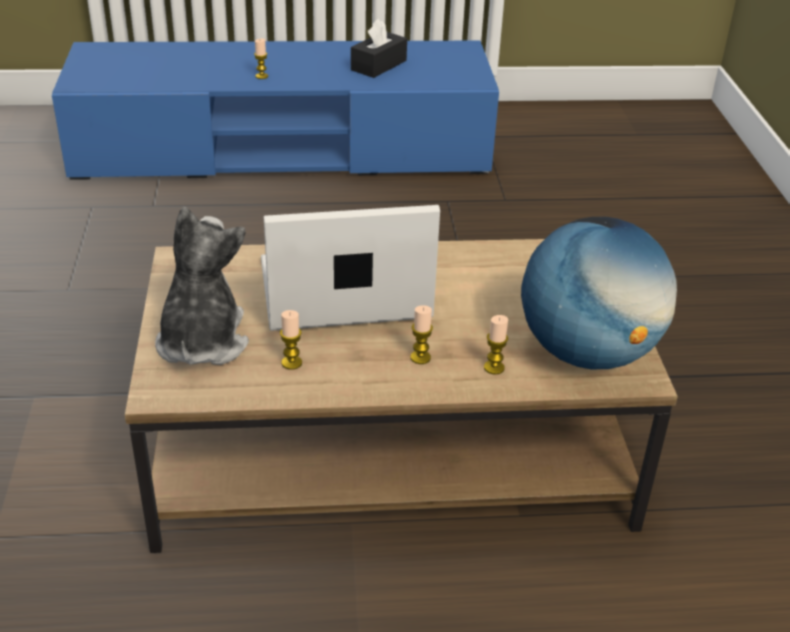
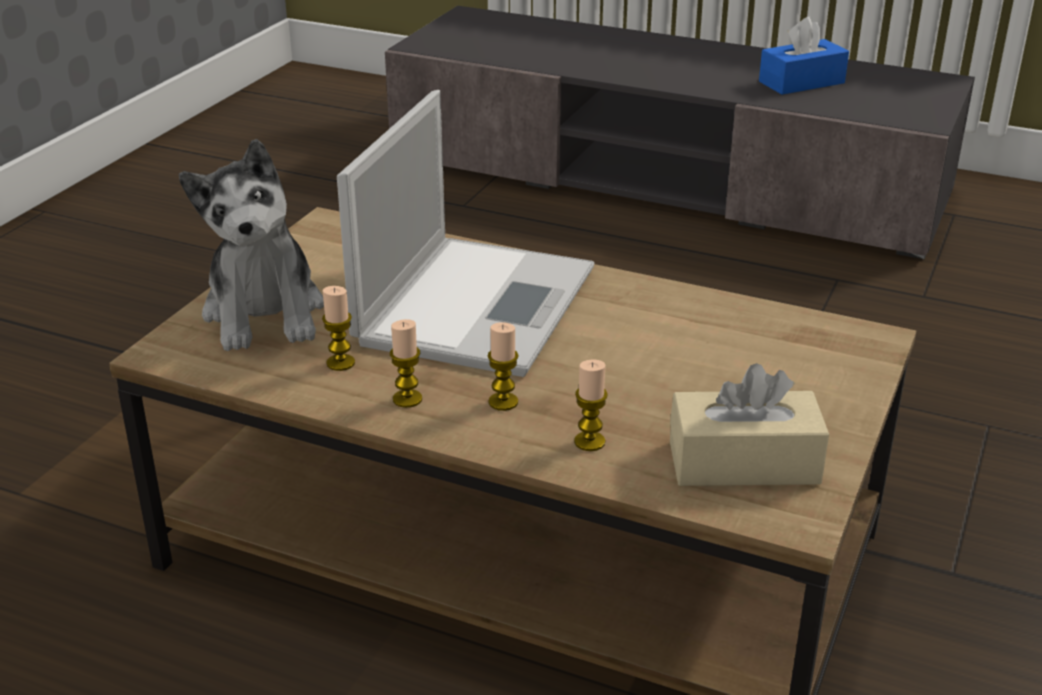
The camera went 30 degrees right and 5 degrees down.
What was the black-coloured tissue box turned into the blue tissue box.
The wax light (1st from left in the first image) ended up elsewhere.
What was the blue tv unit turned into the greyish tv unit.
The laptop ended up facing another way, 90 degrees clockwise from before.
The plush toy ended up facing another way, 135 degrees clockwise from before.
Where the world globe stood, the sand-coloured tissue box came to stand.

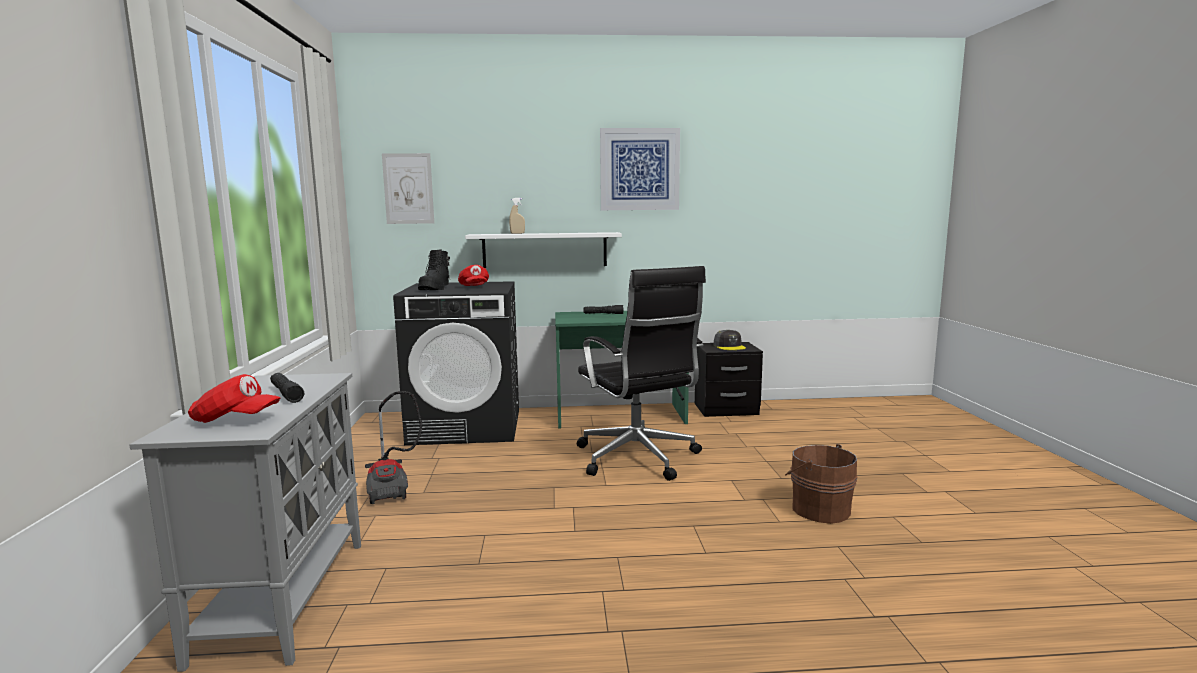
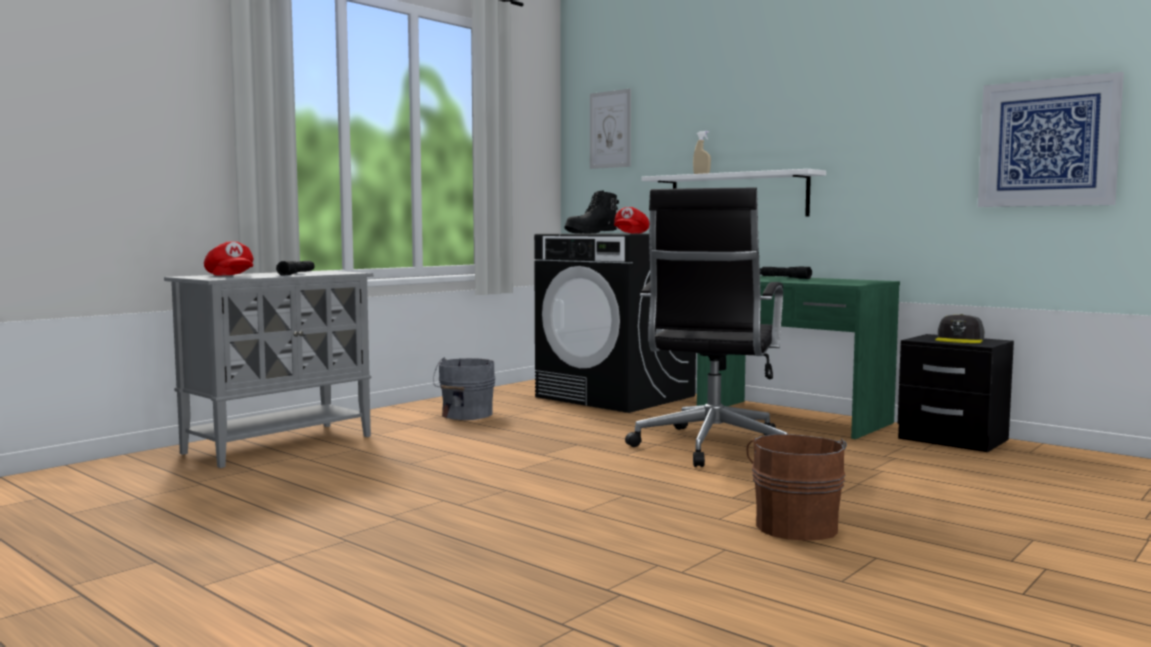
The camera went 45 degrees right and 5 degrees down.
The wall picture (2nd from left) ended up elsewhere.
Where the hoover stood, the greyish bucket came to stand.

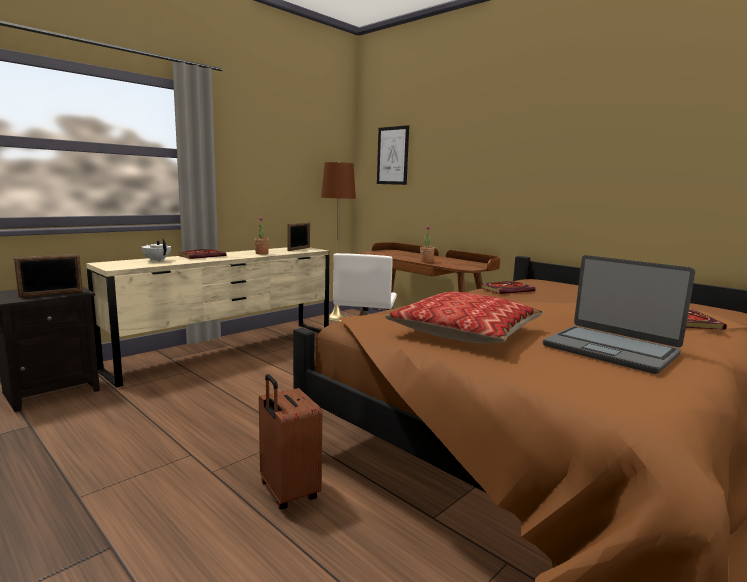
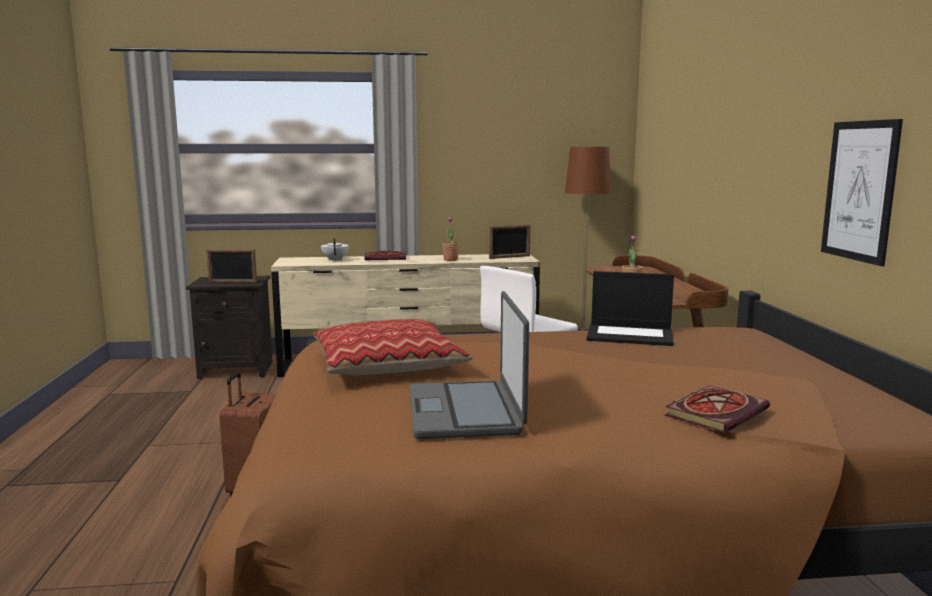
The camera went 40 degrees right and 0 degrees up.
The wall picture ended up elsewhere.
Where the book (2nd from left) stood, the laptop (2nd from left) came to stand.

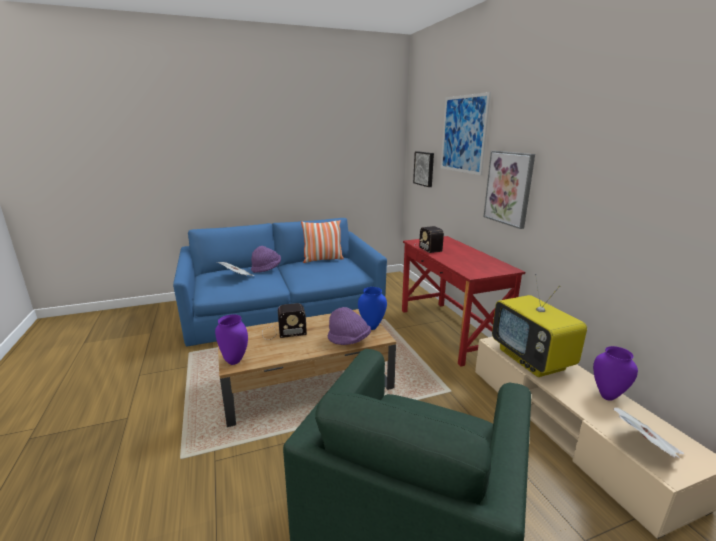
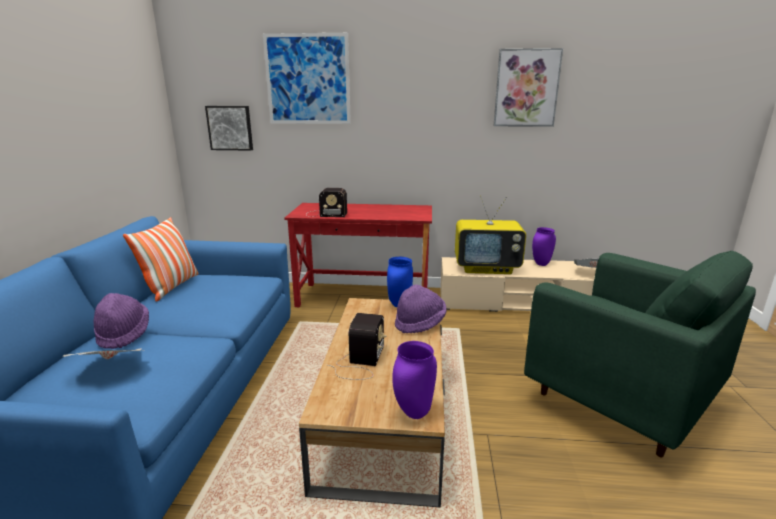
The camera went 65 degrees left and 0 degrees up.
The wall picture (3rd from left) ended up elsewhere.

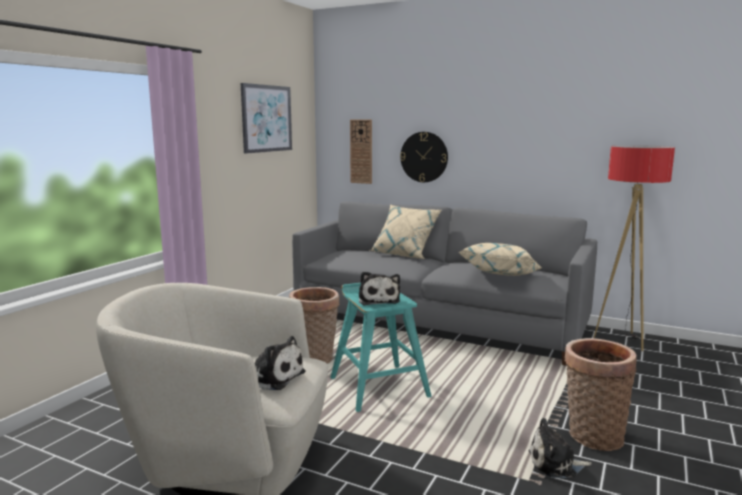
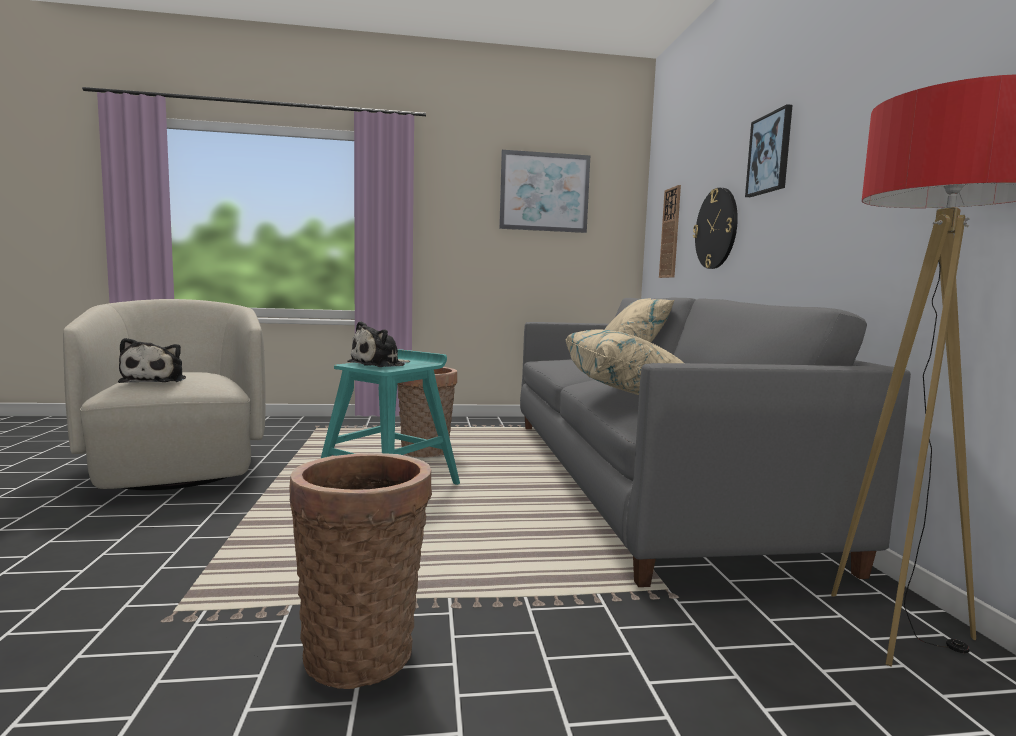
The camera went 55 degrees right and 5 degrees down.
The second view lost the plush toy (3rd from left).
The second view gained the wall picture (2nd from left).

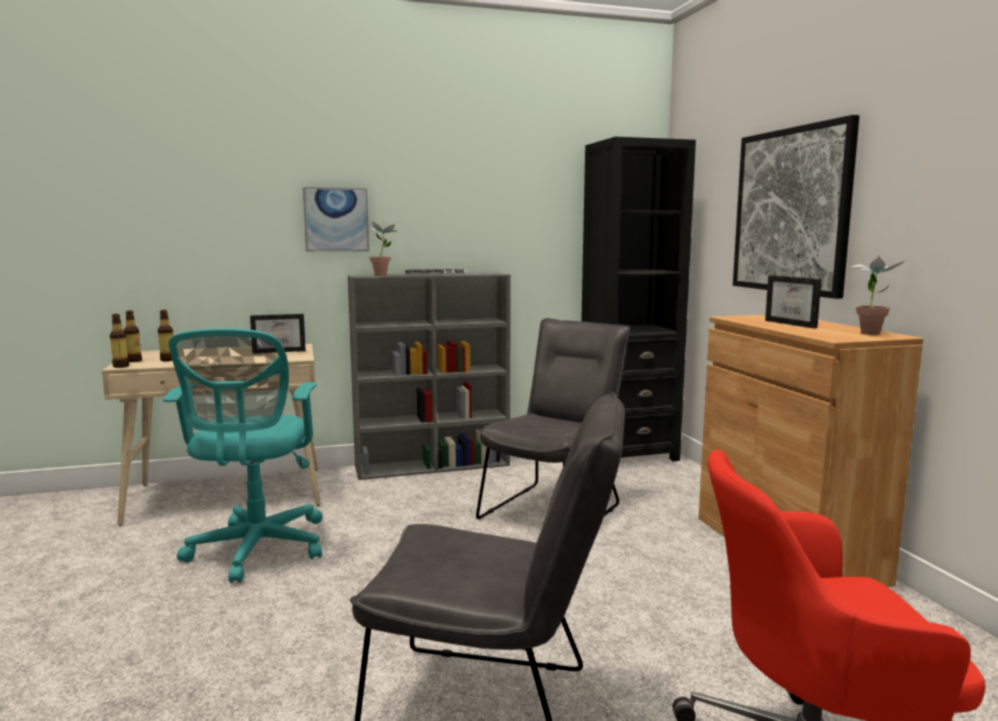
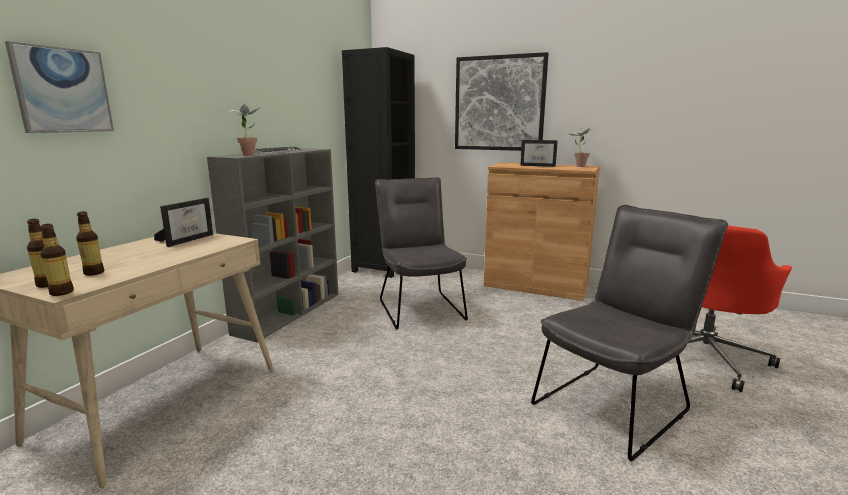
The camera went 50 degrees left and 5 degrees up.
The wall picture (1st from left) ended up elsewhere.
The second view lost the turquoise-coloured desk chair.

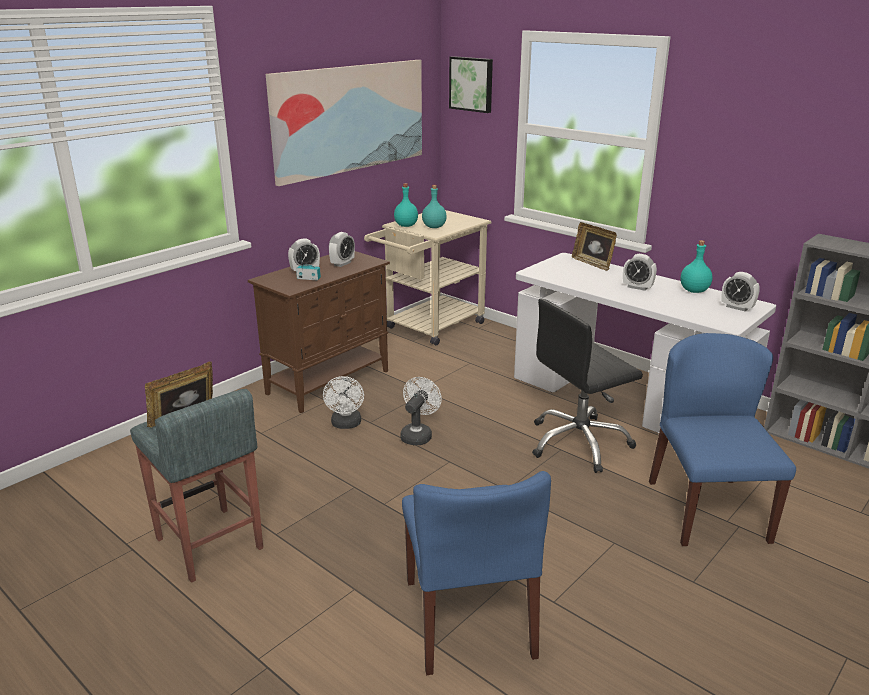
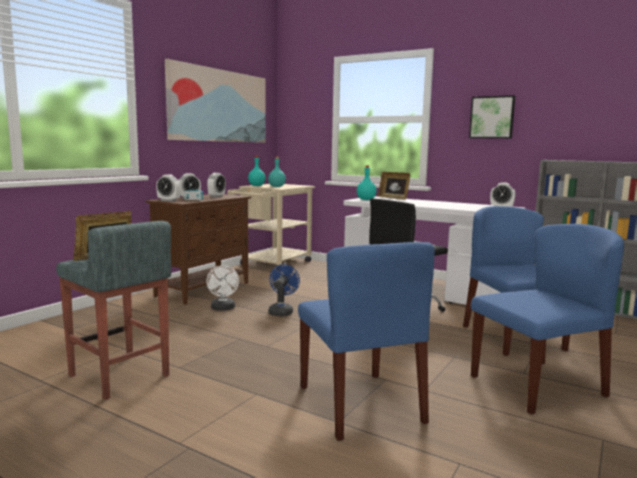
The camera went 10 degrees left and 15 degrees down.
The wall picture (2nd from left) ended up elsewhere.
The turquoise-coloured bottle (3rd from left) ended up elsewhere.
The alarm clock (3rd from left in the first image) ended up elsewhere.
What was the whitish fan (2nd from left) turned into the blue fan.
The second view gained the blue plain chair (3rd from left).

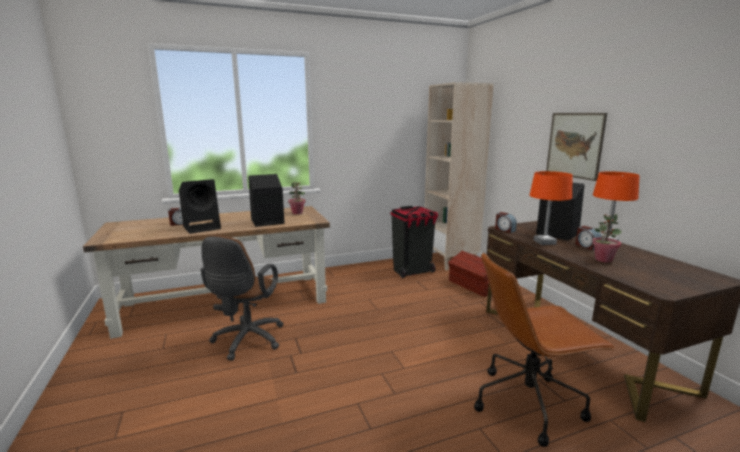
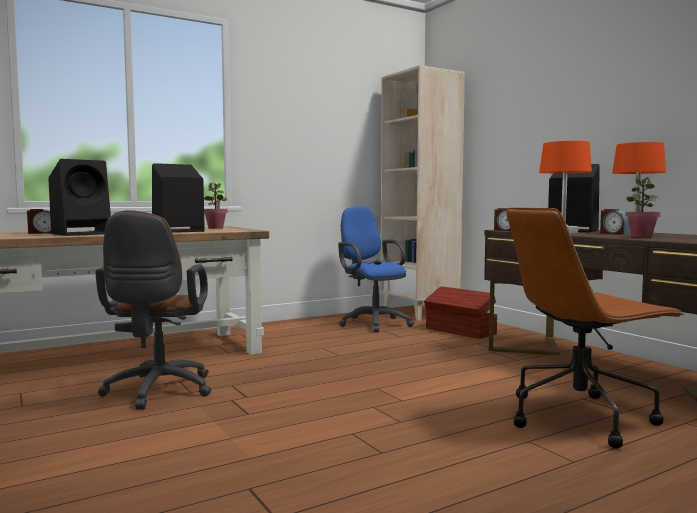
The camera went 10 degrees left and 10 degrees down.
The second view lost the wall picture.
Where the black-coloured rubbish bin stood, the blue desk chair came to stand.

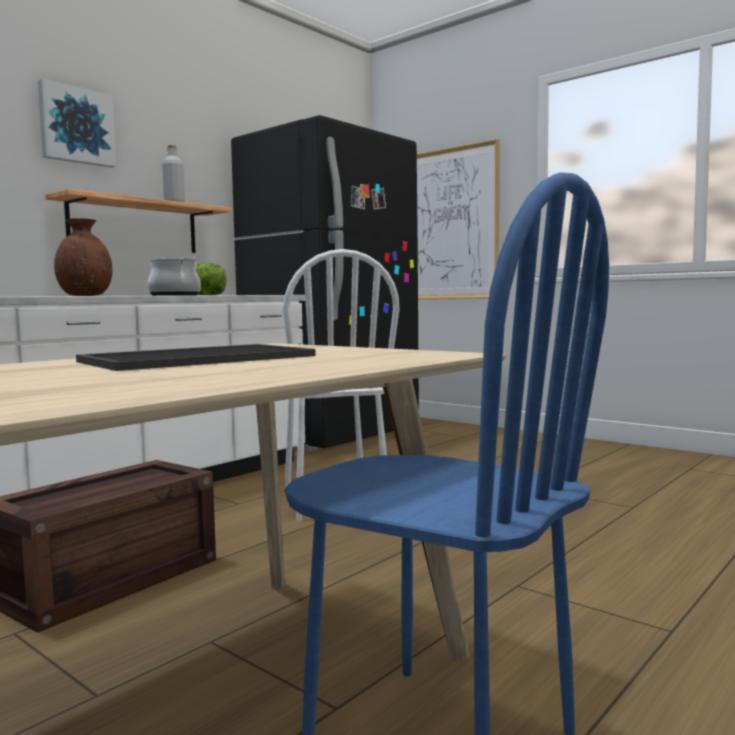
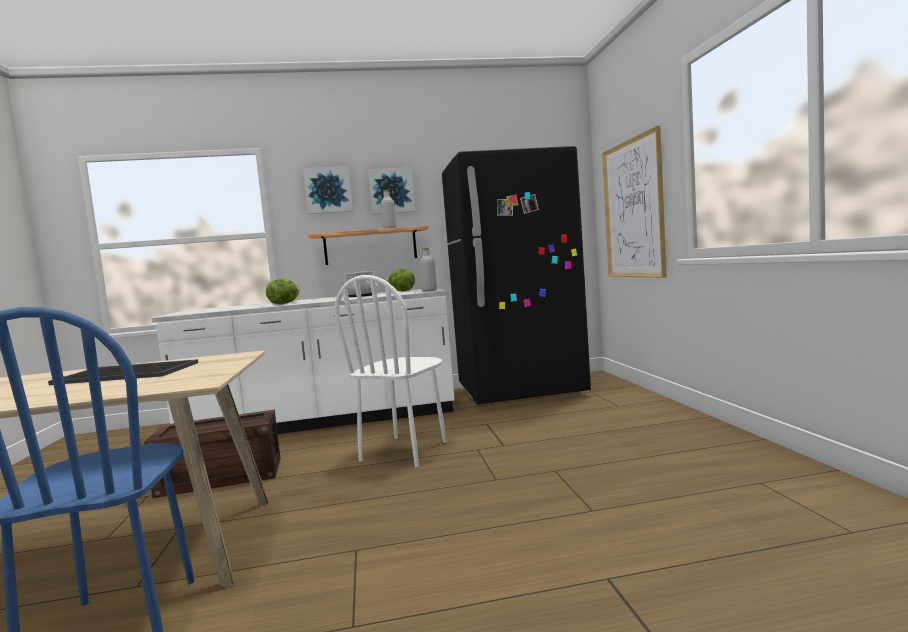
The camera went 40 degrees right and 0 degrees up.
Where the brown-coloured flower vase stood, the lettuce head (1st from left) came to stand.
The second view gained the wall picture (2nd from left).
The second view gained the greyish bottle (2nd from left).

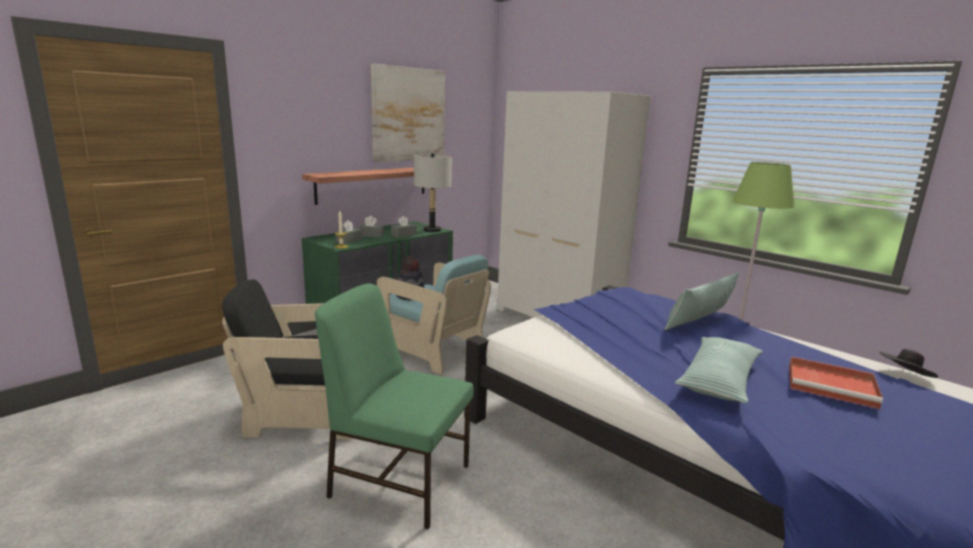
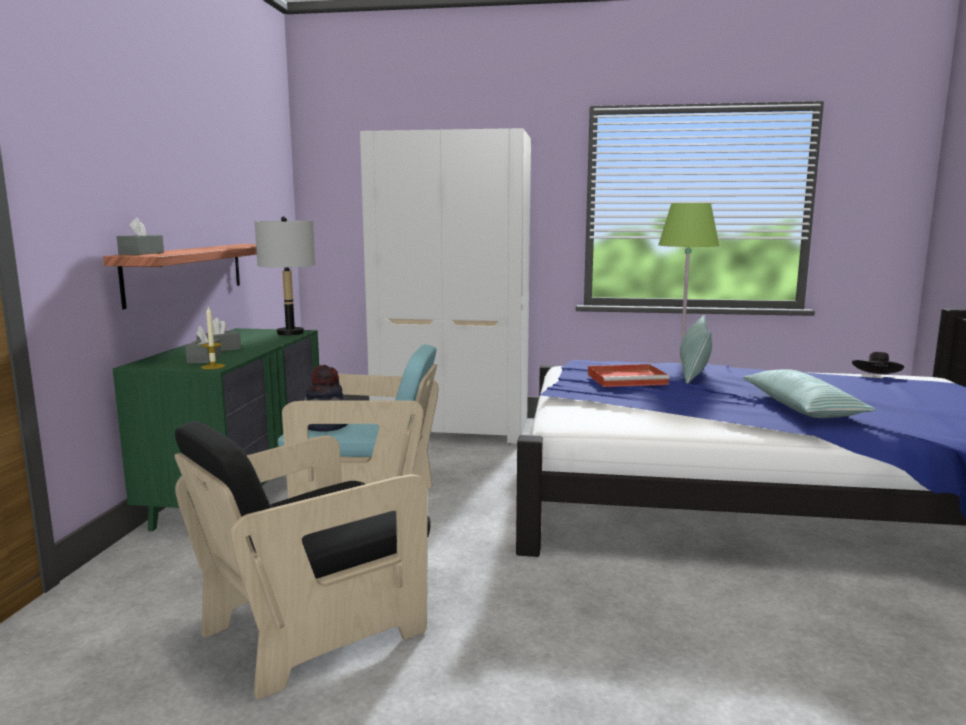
The camera went 35 degrees left and 5 degrees down.
The second view lost the wall picture.
The greyish tissue box (3rd from left in the first image) ended up elsewhere.
The second view lost the green plain chair.
The red tray ended up elsewhere.

